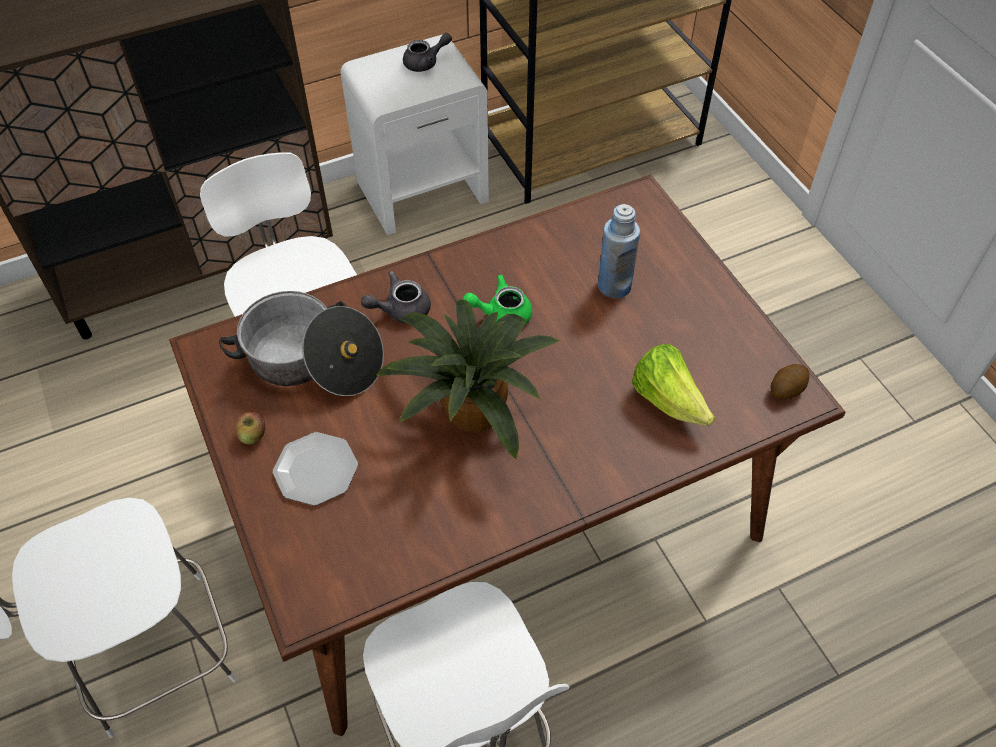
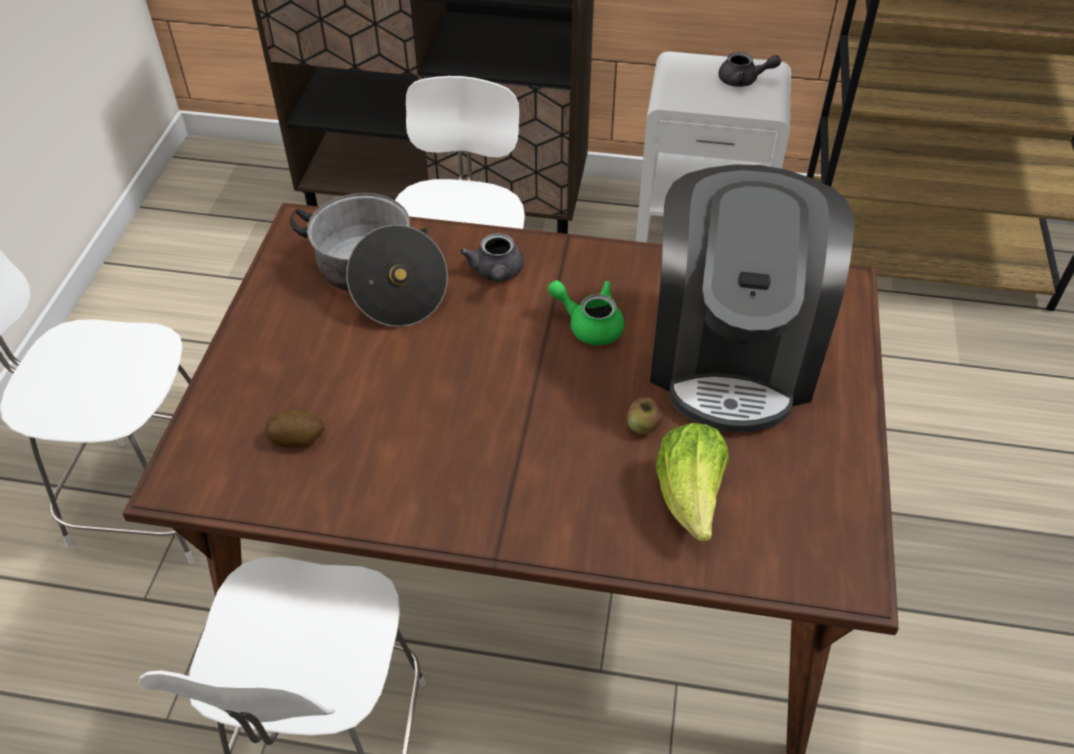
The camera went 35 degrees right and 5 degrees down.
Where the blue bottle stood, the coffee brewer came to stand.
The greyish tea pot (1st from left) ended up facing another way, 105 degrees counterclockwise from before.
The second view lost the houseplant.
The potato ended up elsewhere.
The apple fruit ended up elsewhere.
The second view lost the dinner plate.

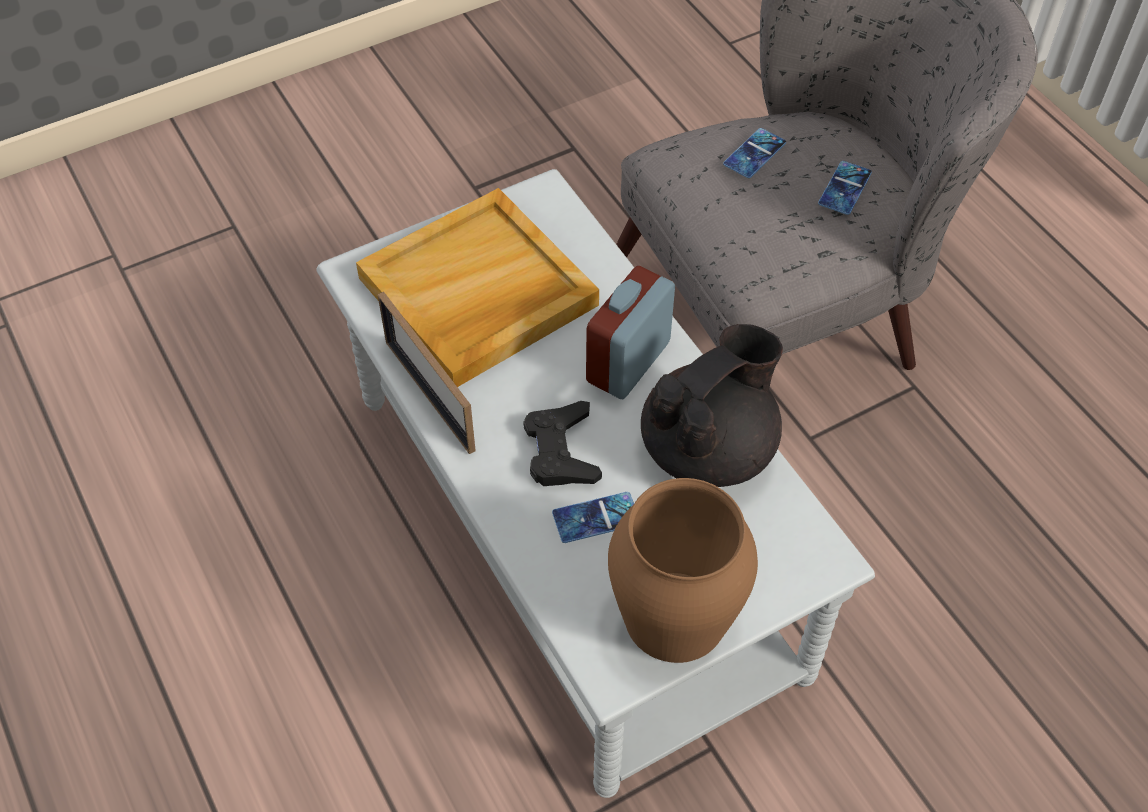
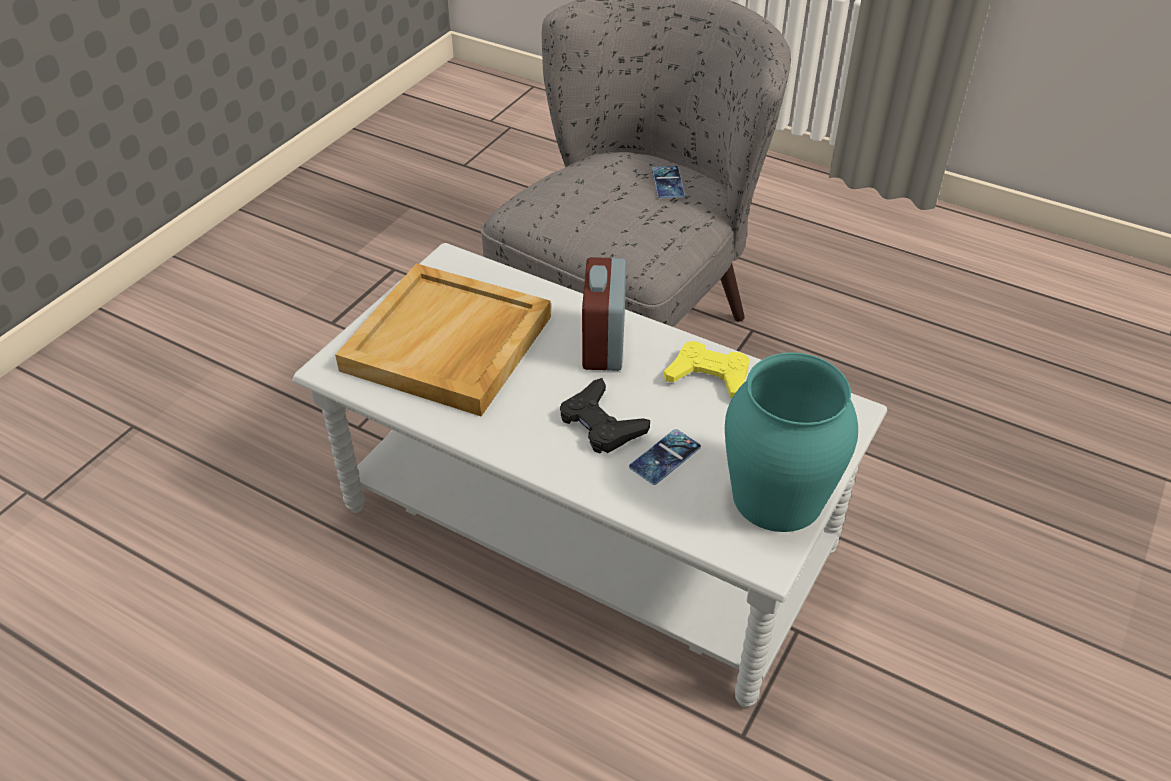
The camera went 30 degrees left and 10 degrees down.
The second view lost the telephone (2nd from left).
The second view lost the photo frame.
Where the black-coloured tea pot stood, the yellowish game controller came to stand.
What was the brown-coloured flower vase turned into the turquoise-coloured flower vase.

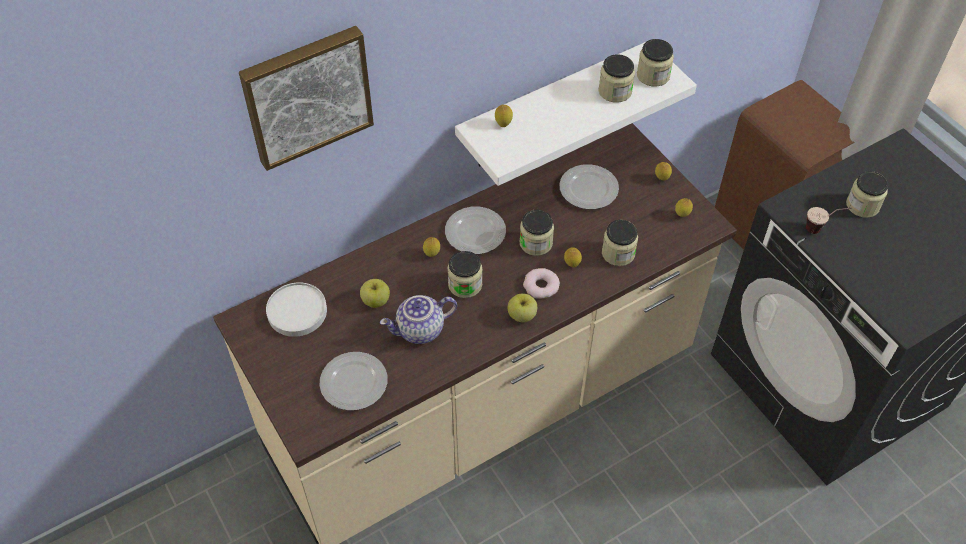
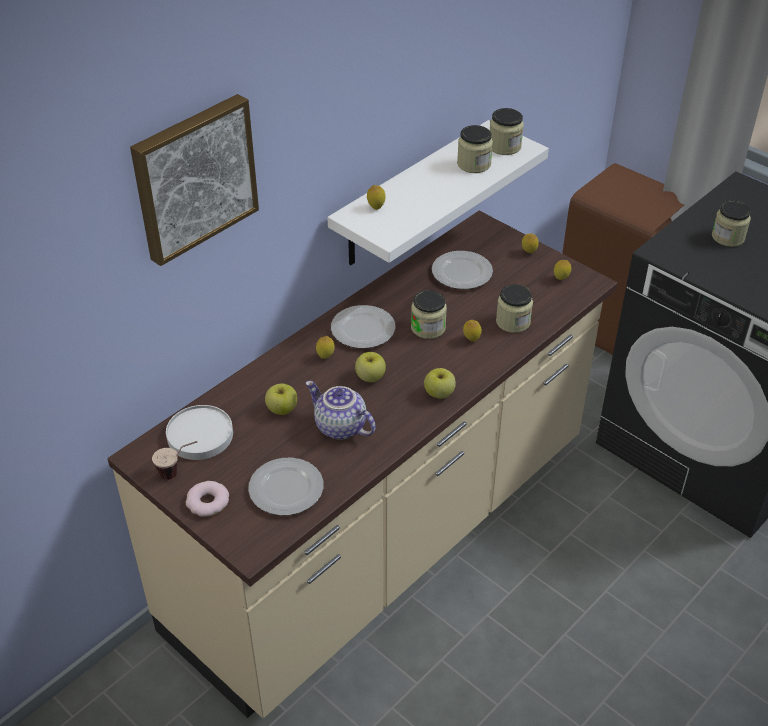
The camera went 15 degrees left and 10 degrees down.
The small cup ended up elsewhere.
Where the jar (1st from left) stood, the apple fruit (2nd from left) came to stand.
The ring doughnut ended up elsewhere.
The tea pot ended up facing another way, 75 degrees clockwise from before.

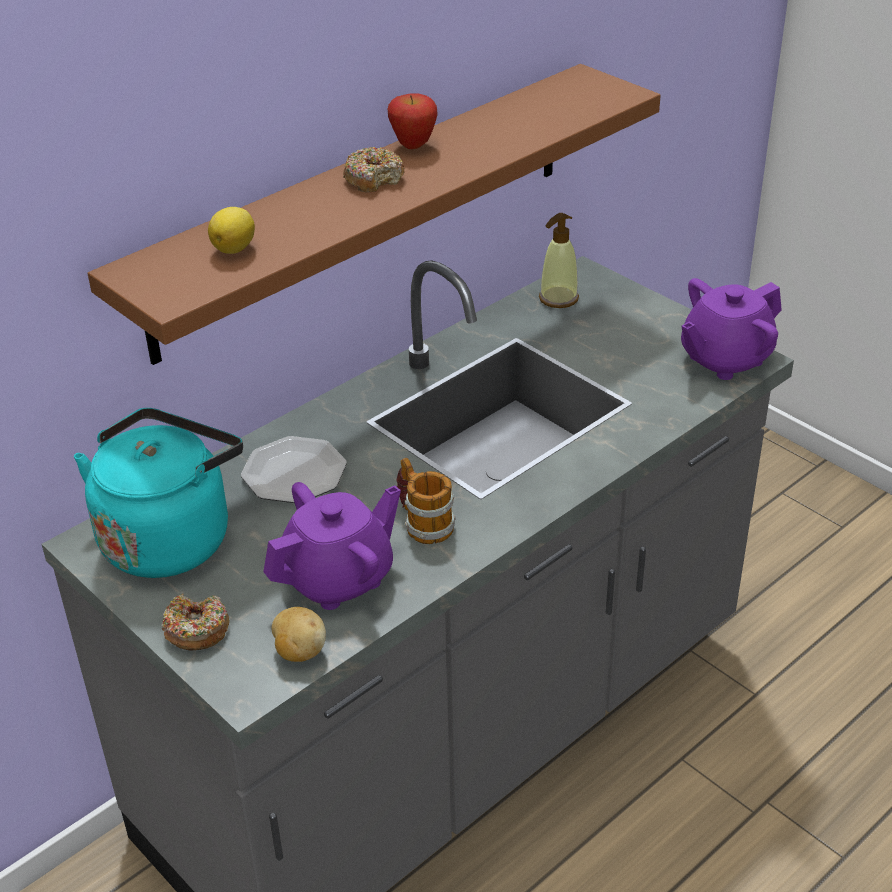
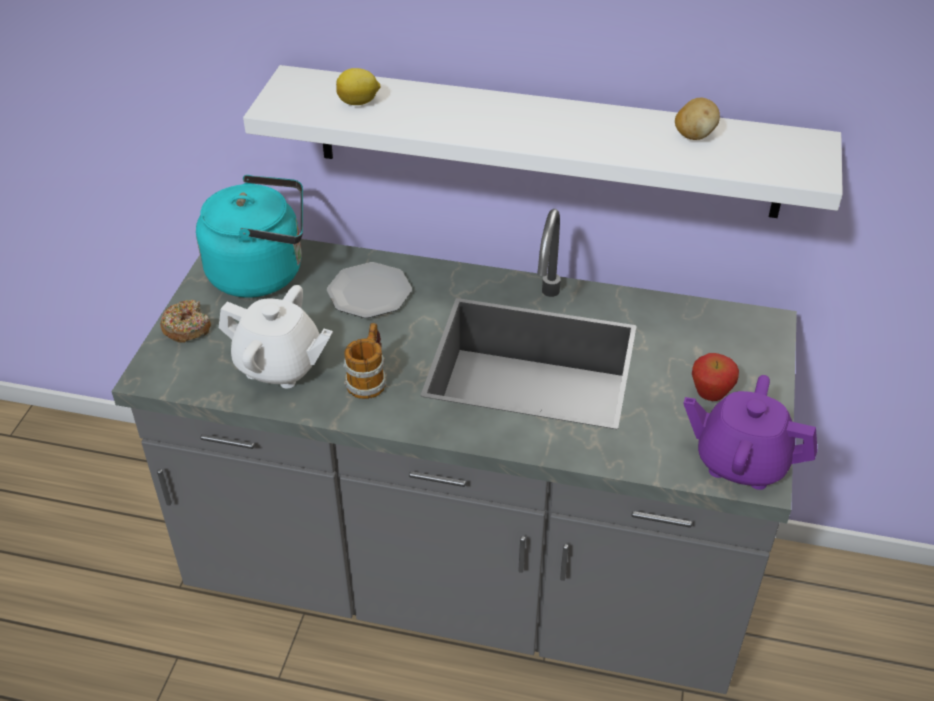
The camera went 55 degrees right and 5 degrees up.
What was the brown-coloured wall shelf turned into the whitish wall shelf.
The apple fruit ended up elsewhere.
The second view lost the ring doughnut (2nd from left).
The second view lost the soap bottle.
What was the purplish tea pot (1st from left) turned into the whitish tea pot.
The potato ended up elsewhere.

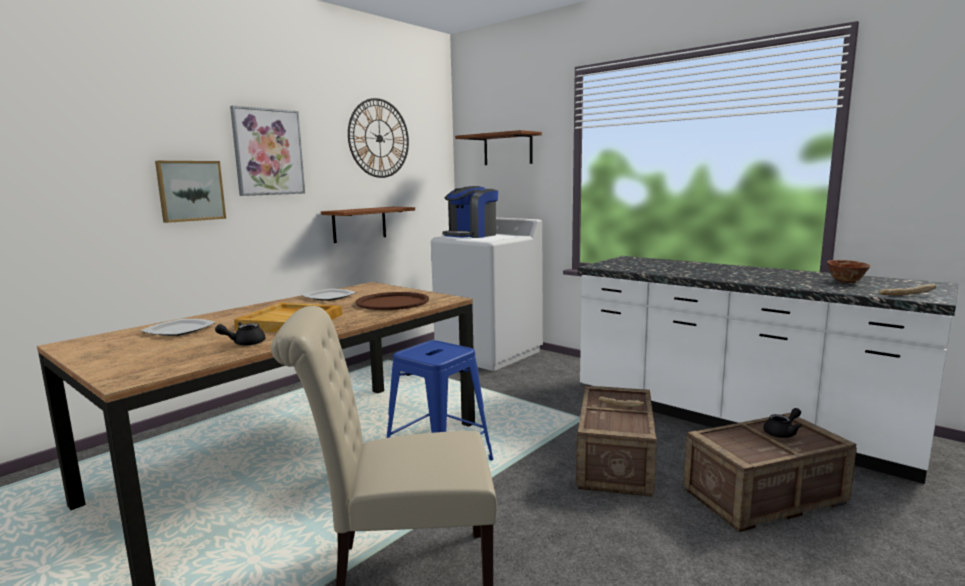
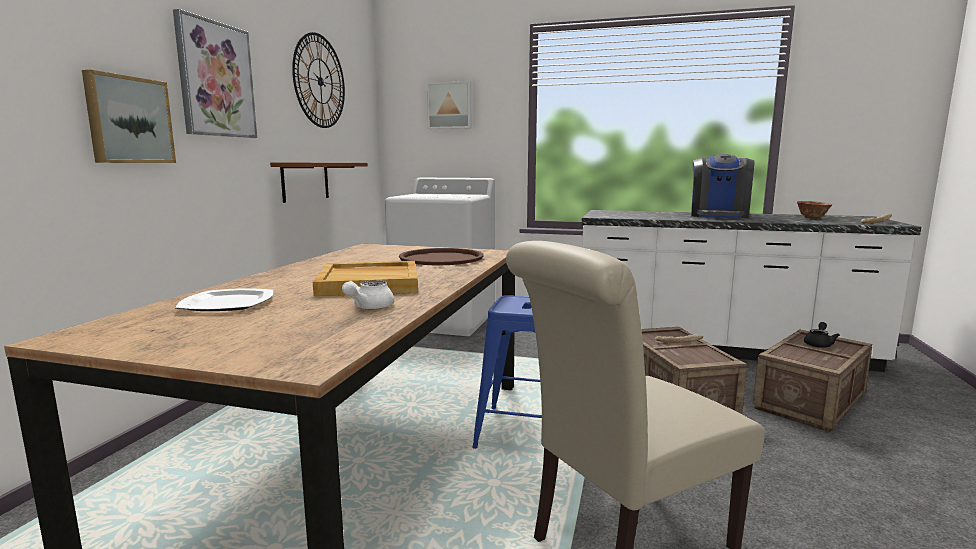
The camera went 25 degrees left and 0 degrees up.
Where the brown-coloured wall shelf (2nd from left) hung, the wall picture (3rd from left) came to hang.
The coffee brewer ended up elsewhere.
The second view lost the dinner plate (2nd from left).
What was the black-coloured tea pot (1st from left) turned into the whitish tea pot.

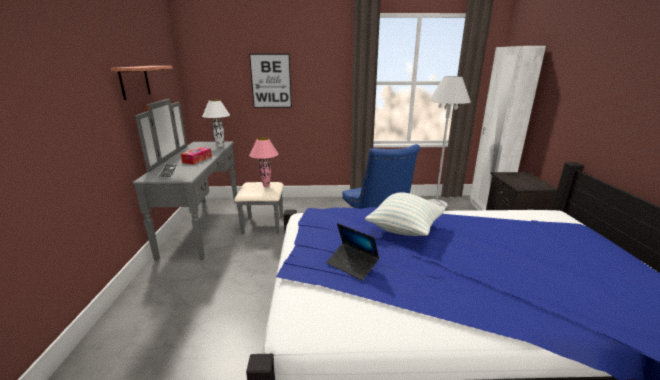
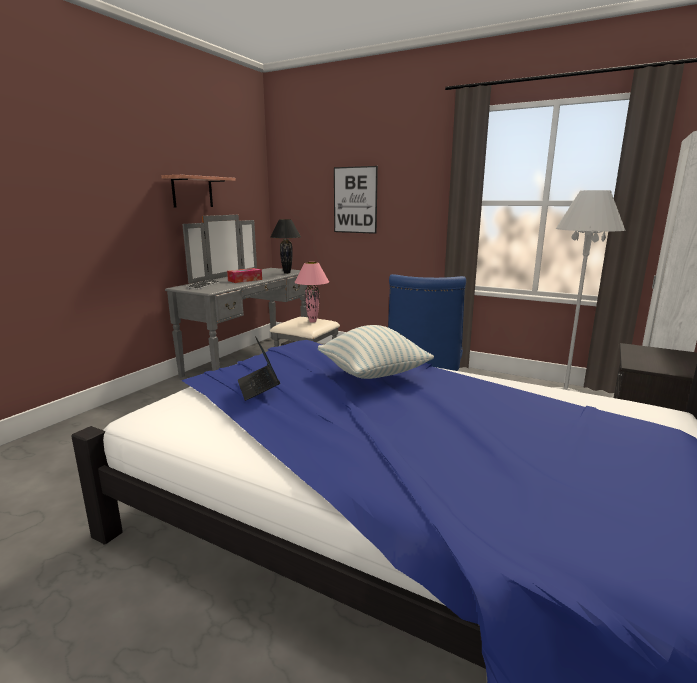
The camera went 30 degrees right and 5 degrees down.
What was the whitish lamp for a table turned into the black-coloured lamp for a table.

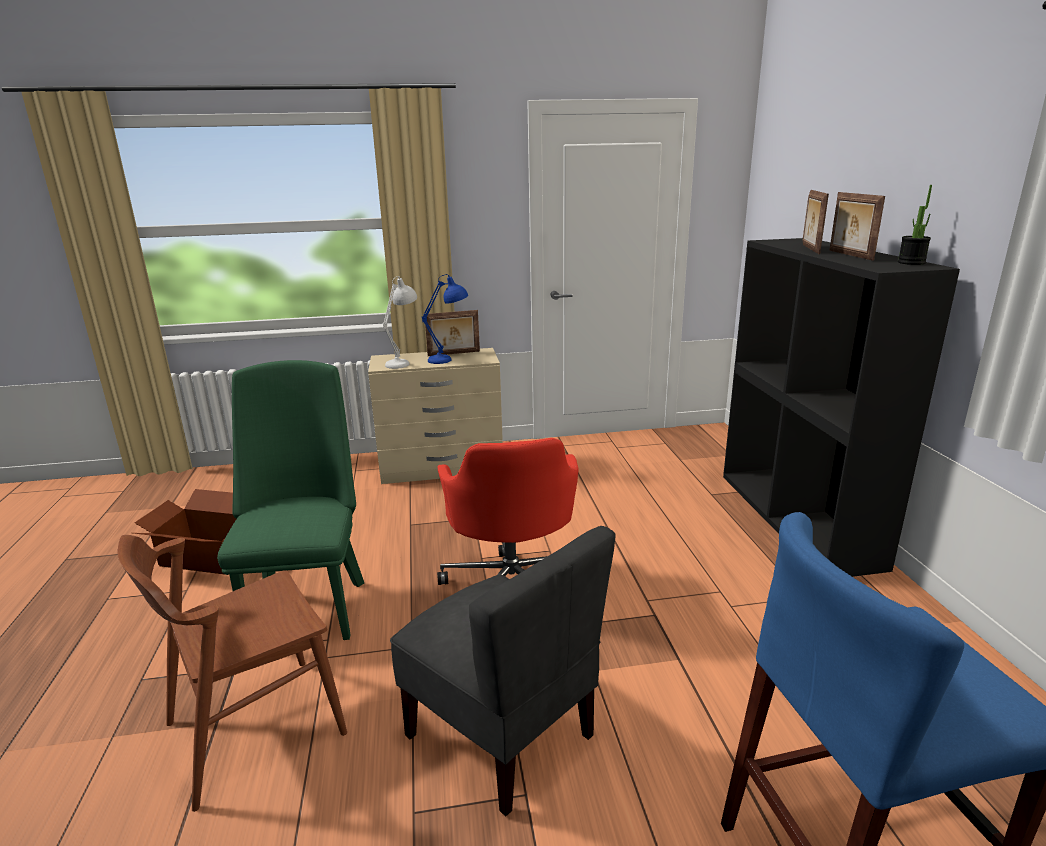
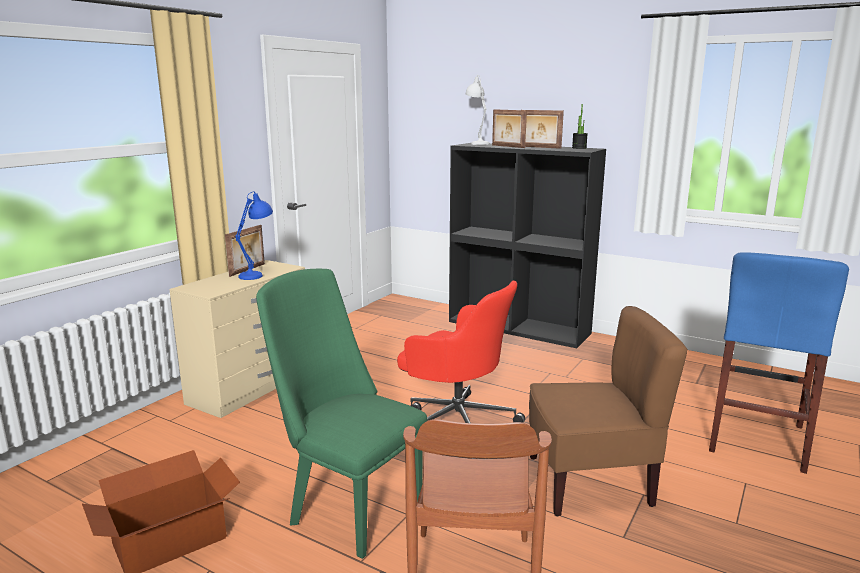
The camera went 50 degrees left and 5 degrees down.
The whitish lamp for a table ended up elsewhere.
What was the greyish plain chair turned into the brown-coloured plain chair (2nd from left).

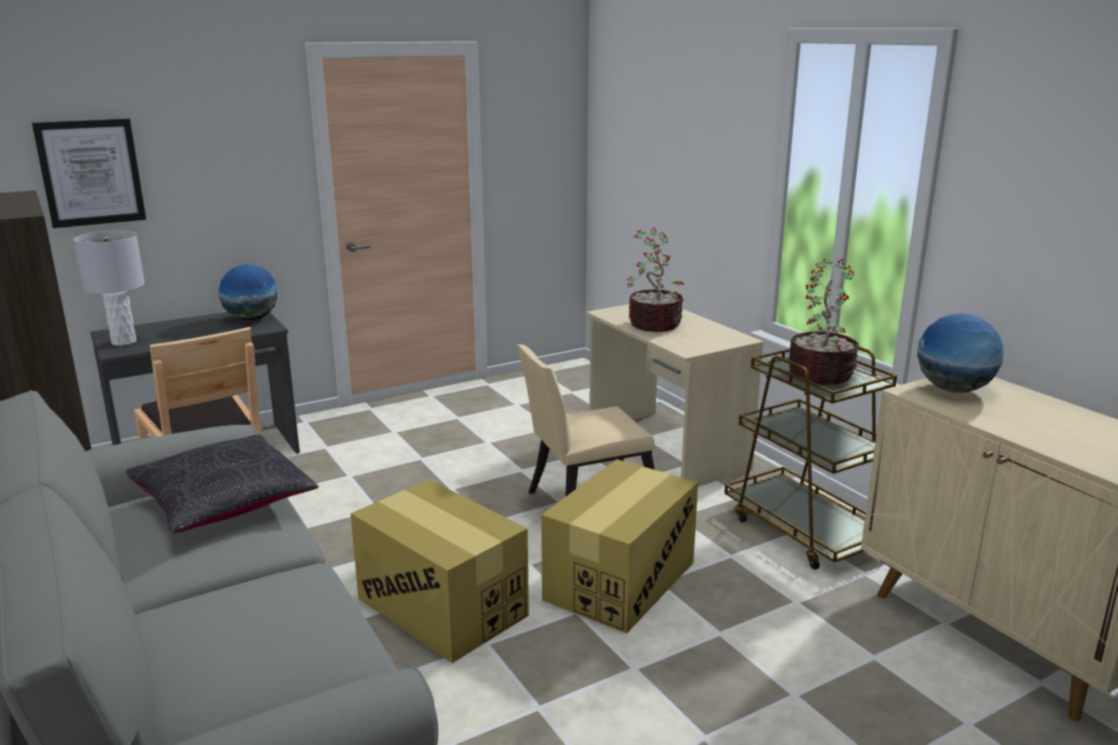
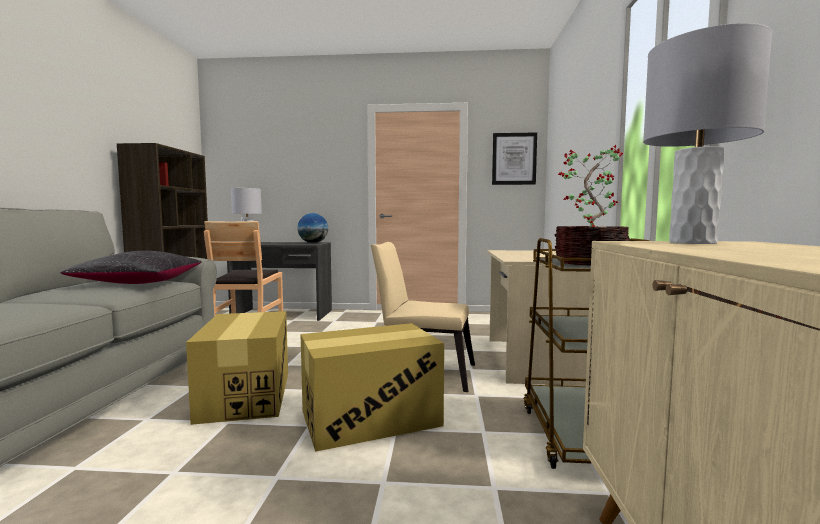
The camera went 35 degrees right and 15 degrees down.
The wall picture ended up elsewhere.
The second view lost the houseplant (1st from left).
Where the world globe (2nd from left) stood, the greyish lamp for a table (2nd from left) came to stand.

